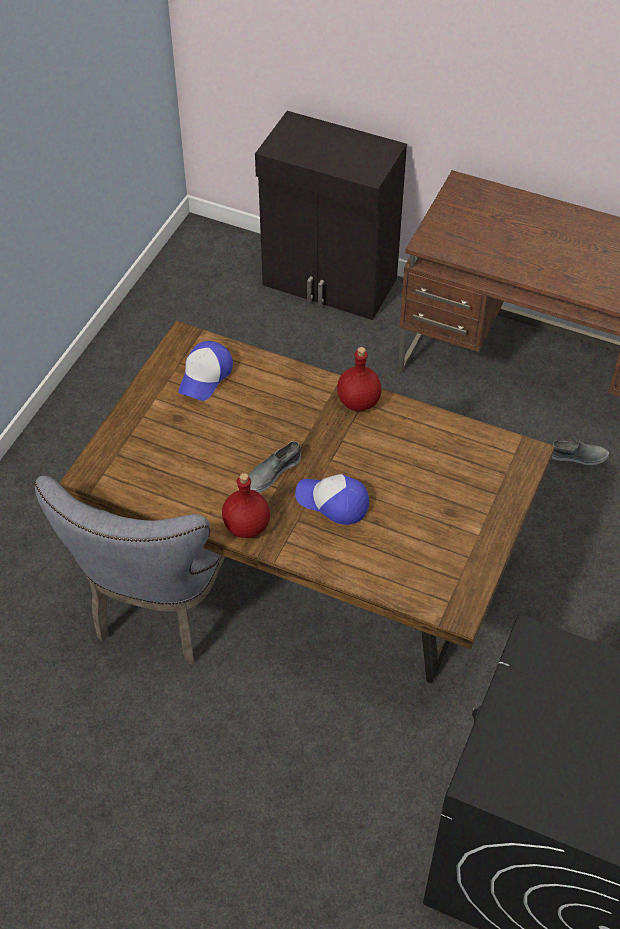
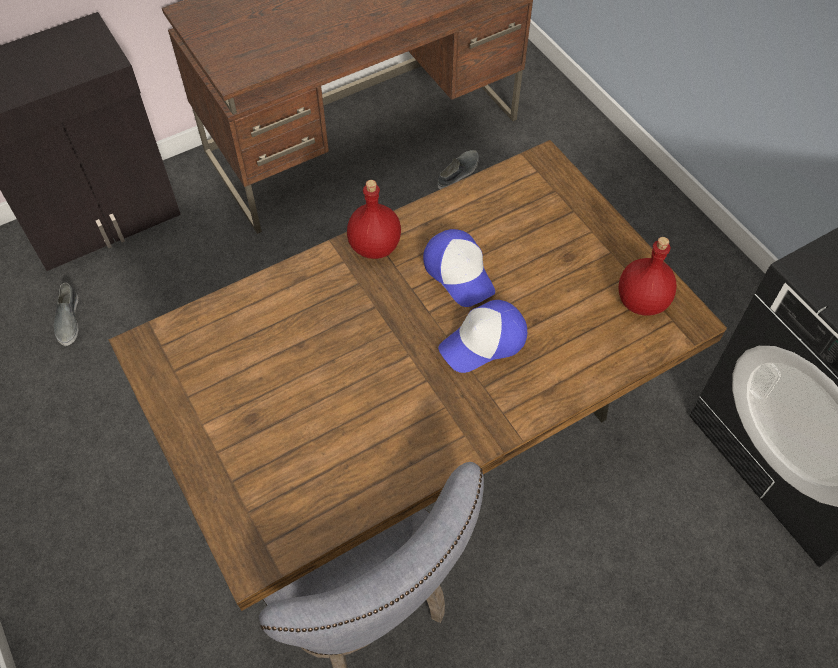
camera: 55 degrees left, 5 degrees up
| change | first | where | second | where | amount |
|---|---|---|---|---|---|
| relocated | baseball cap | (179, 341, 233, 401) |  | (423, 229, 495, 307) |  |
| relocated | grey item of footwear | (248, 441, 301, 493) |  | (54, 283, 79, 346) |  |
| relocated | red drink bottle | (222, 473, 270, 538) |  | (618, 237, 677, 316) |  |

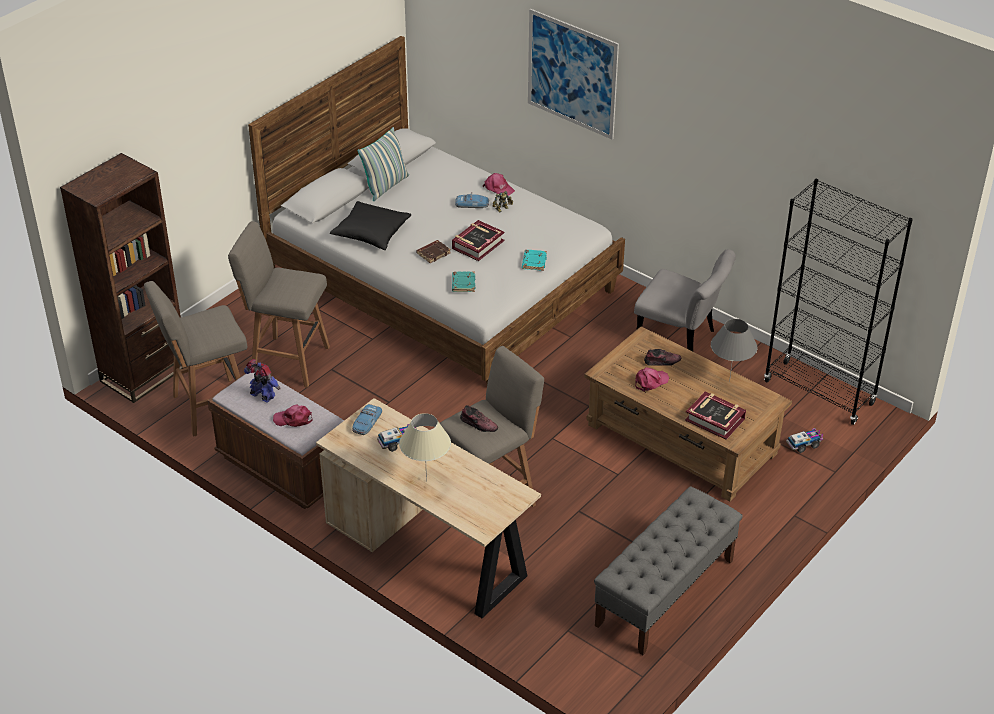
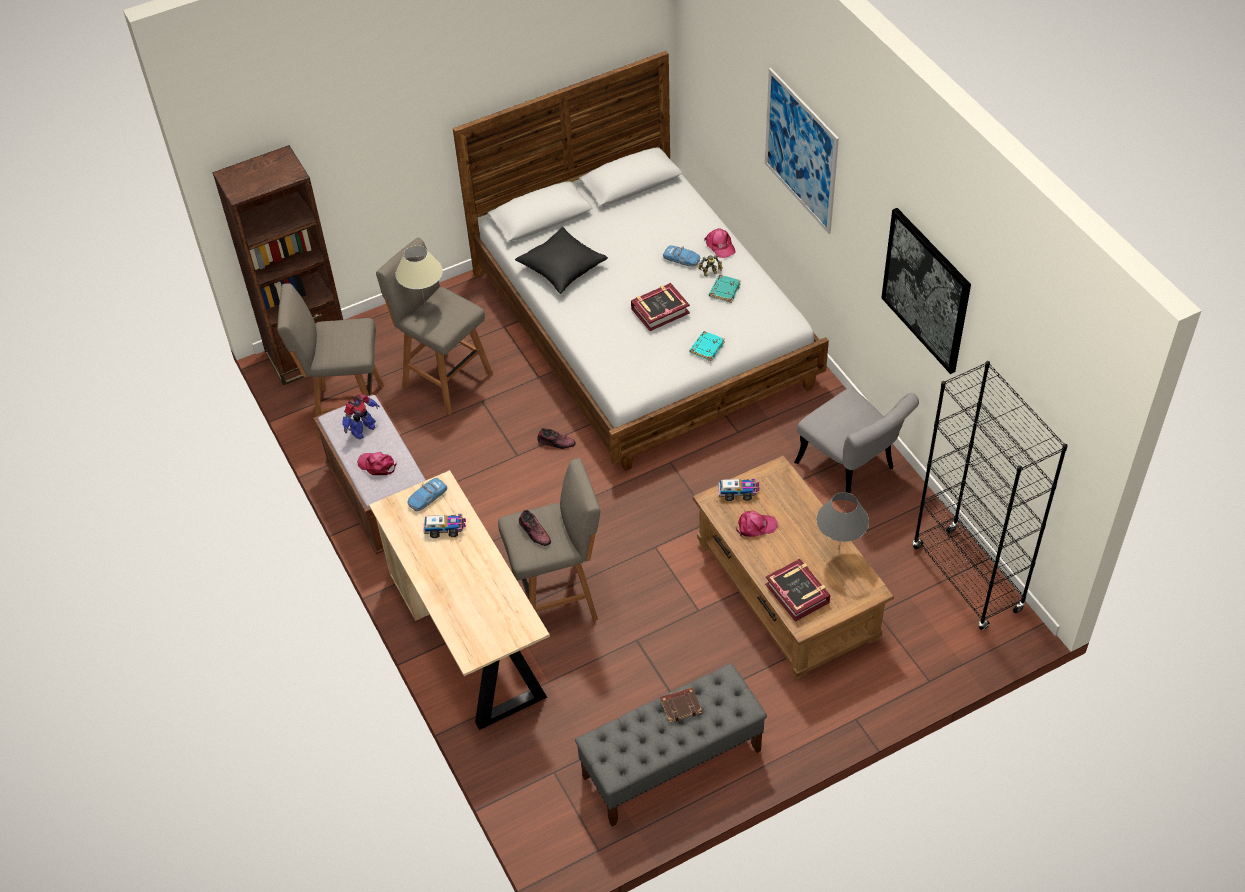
camera: 25 degrees right, 10 degrees up
| change | first | where | second | where | amount |
|---|---|---|---|---|---|
| missing | pillow | (357, 127, 409, 201) |  |  |  |
| relocated | brown bound book | (416, 240, 451, 263) |  | (660, 687, 702, 723) |  |
| relocated | turquoise-coloured bound book | (452, 272, 475, 292) |  | (709, 275, 741, 302) |  |
| relocated | item of footwear | (644, 349, 681, 366) |  | (537, 428, 576, 449) |  |
| spun | toy robot | (244, 359, 280, 403) |  | (343, 394, 380, 439) | 75 degrees clockwise |
| relocated | sand-coloured table lamp | (399, 413, 451, 481) |  | (395, 245, 443, 304) |  |
| relocated | toy lorry | (786, 428, 823, 453) |  | (718, 478, 759, 501) |  |
| appeared |  |  | wall picture | (881, 208, 971, 374) |  |

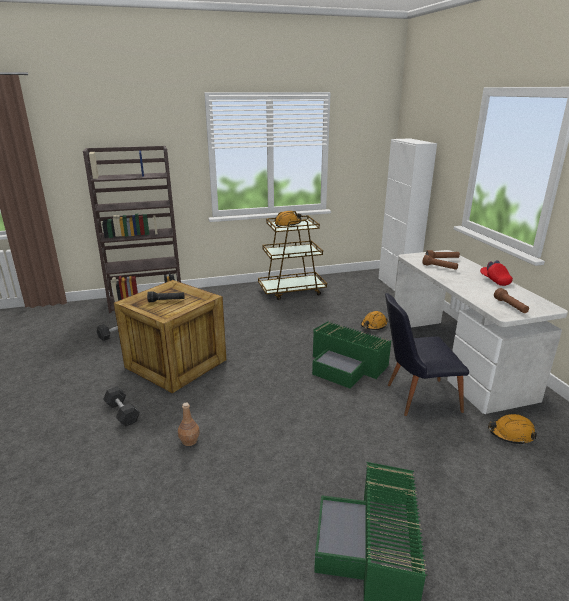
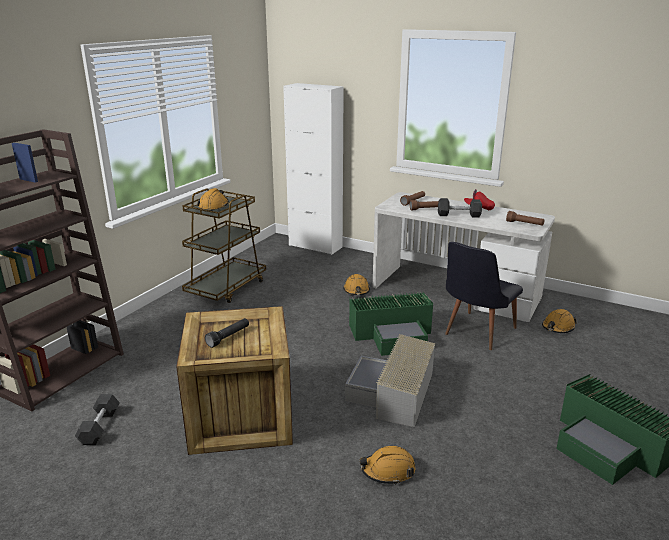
camera: 45 degrees left, 0 degrees up
| change | first | where | second | where | amount |
|---|---|---|---|---|---|
| relocated | black hand weight | (104, 386, 140, 426) |  | (438, 198, 482, 218) |  |
| exchanged | brown drink bottle | (178, 403, 200, 446) | orange safety helmet | (359, 446, 415, 485) |  |
| appeared |  |  | grey storage container | (345, 334, 436, 427) |  |

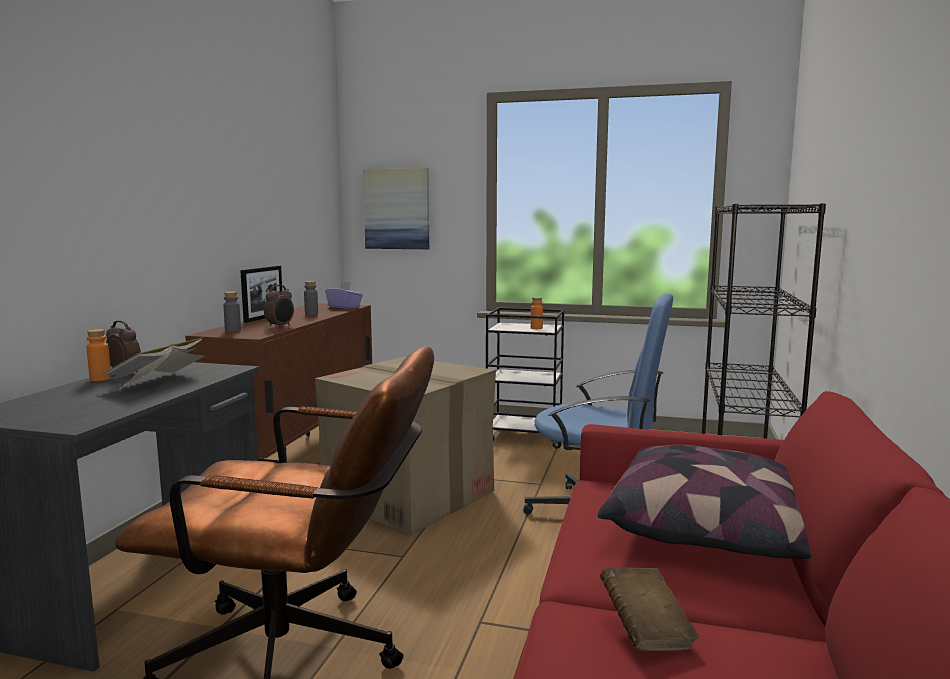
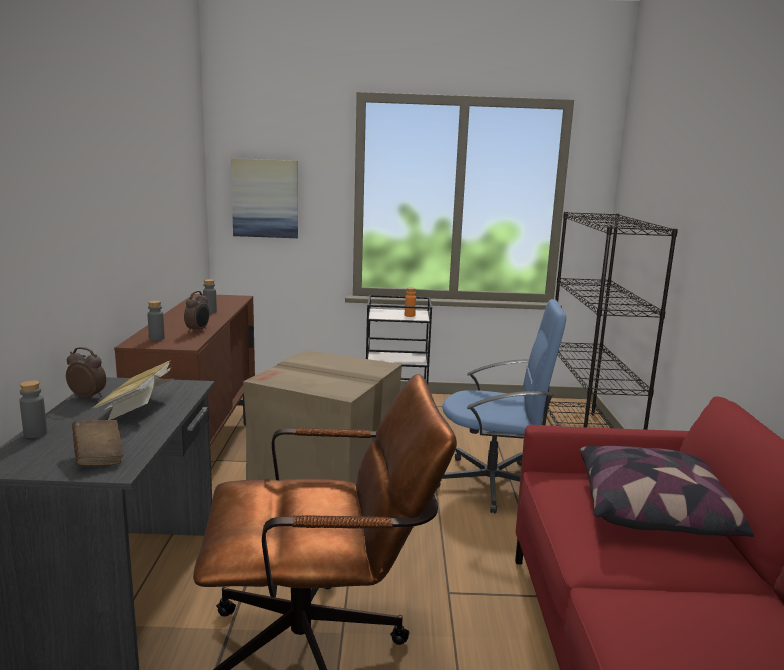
camera: 15 degrees left, 5 degrees up
| change | first | where | second | where | amount |
|---|---|---|---|---|---|
| missing | photo frame | (240, 266, 282, 323) |  |  |  |
| missing | purple tissue box | (325, 281, 363, 309) |  |  |  |
| missing | orange drink bottle | (86, 329, 111, 381) |  |  |  |
| relocated | brown bound book | (600, 567, 699, 651) |  | (72, 420, 124, 466) |  |
| appeared |  |  | grey drink bottle | (20, 380, 47, 438) |  |

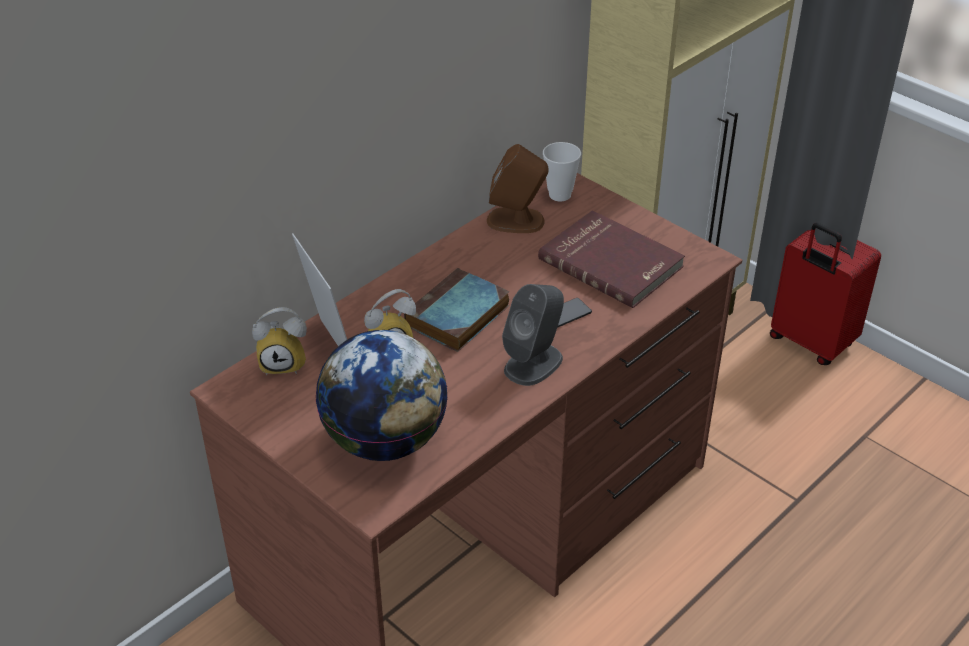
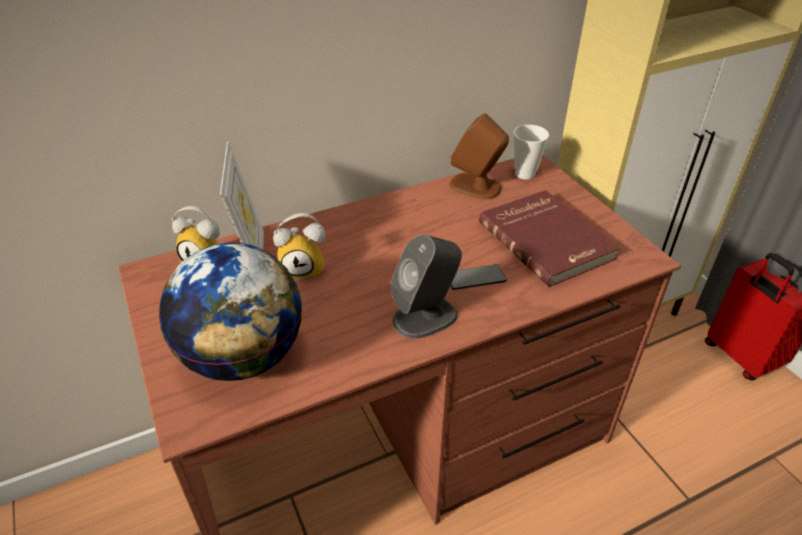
camera: 20 degrees right, 0 degrees up
| change | first | where | second | where | amount |
|---|---|---|---|---|---|
| missing | bound book | (404, 268, 510, 352) |  |  |  |

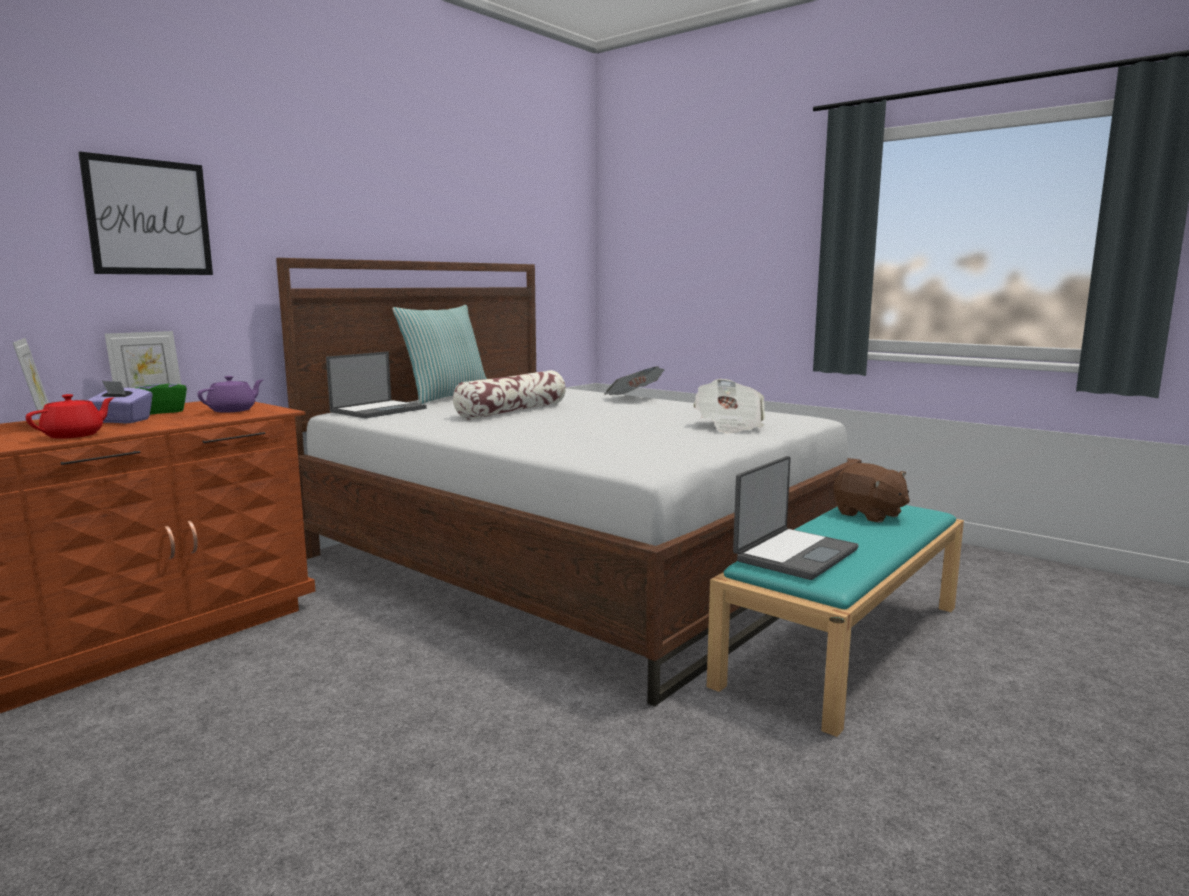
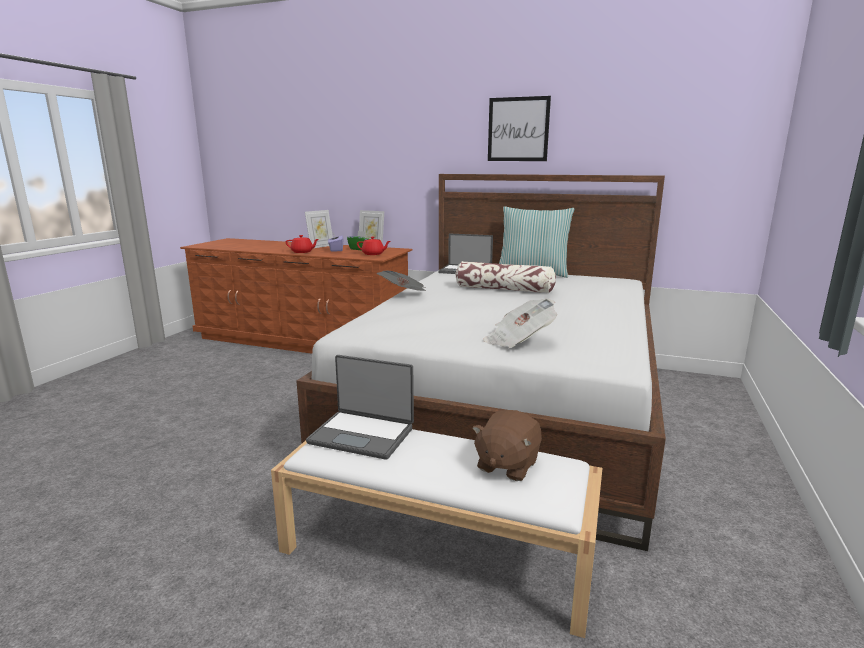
camera: 70 degrees right, 5 degrees up
| change | first | where | second | where | amount |
|---|---|---|---|---|---|
| relocated | wall picture | (78, 152, 213, 275) |  | (488, 96, 551, 161) |  |
| relocated | daily paper | (604, 366, 665, 395) |  | (377, 271, 426, 291) |  |
| colour | purple pot for tea | (197, 376, 264, 413) | red pot for tea | (357, 237, 390, 255) |  |
| colour | turquoise-coloured long seat | (707, 505, 964, 737) | white long seat | (271, 429, 602, 638) |  |

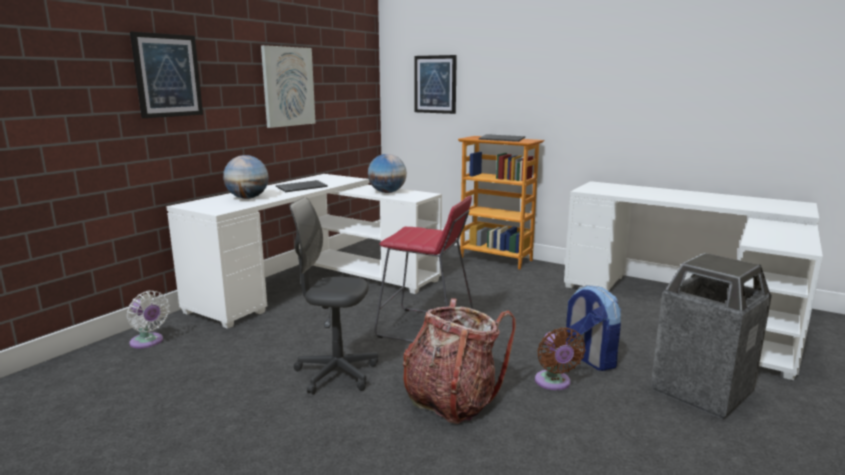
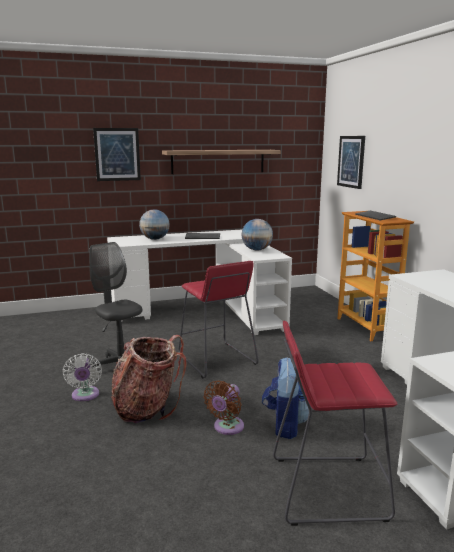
camera: 40 degrees right, 0 degrees up
| change | first | where | second | where | amount |
|---|---|---|---|---|---|
| exchanged | wall picture | (261, 45, 316, 128) | bracket shelf | (162, 150, 281, 174) |  |
| exchanged | waste bin | (651, 253, 772, 419) | red stool seat | (273, 321, 397, 526) |  |
| relocated | white electric fan | (127, 291, 170, 348) |  | (63, 354, 102, 401) |  |

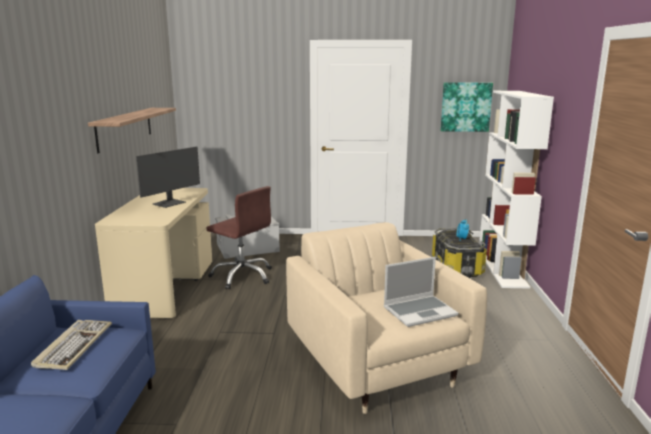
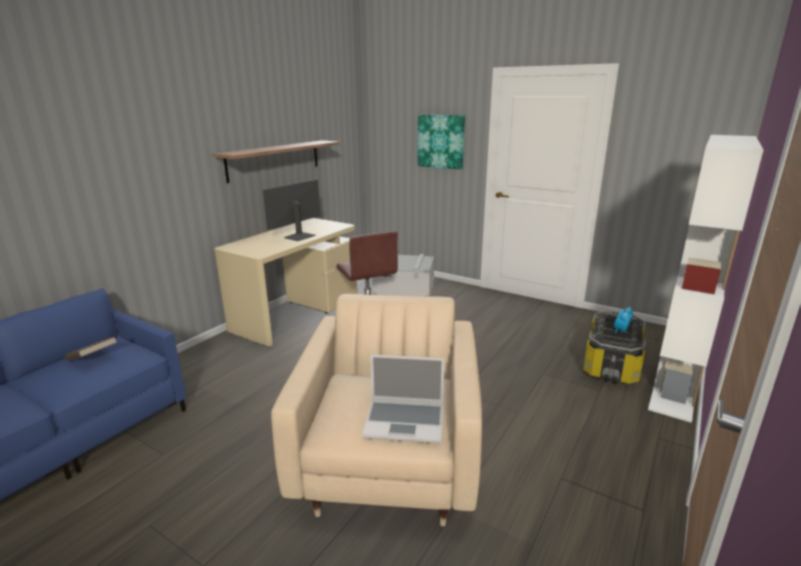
camera: 30 degrees right, 5 degrees up
| change | first | where | second | where | amount |
|---|---|---|---|---|---|
| relocated | wall picture | (440, 82, 493, 132) |  | (418, 115, 465, 170) |  |
| spun | computer display | (136, 147, 200, 208) |  | (263, 179, 320, 241) | 150 degrees clockwise |
| exchanged | computer keyboard | (31, 320, 112, 370) | brown bound book | (65, 336, 118, 361) |  |

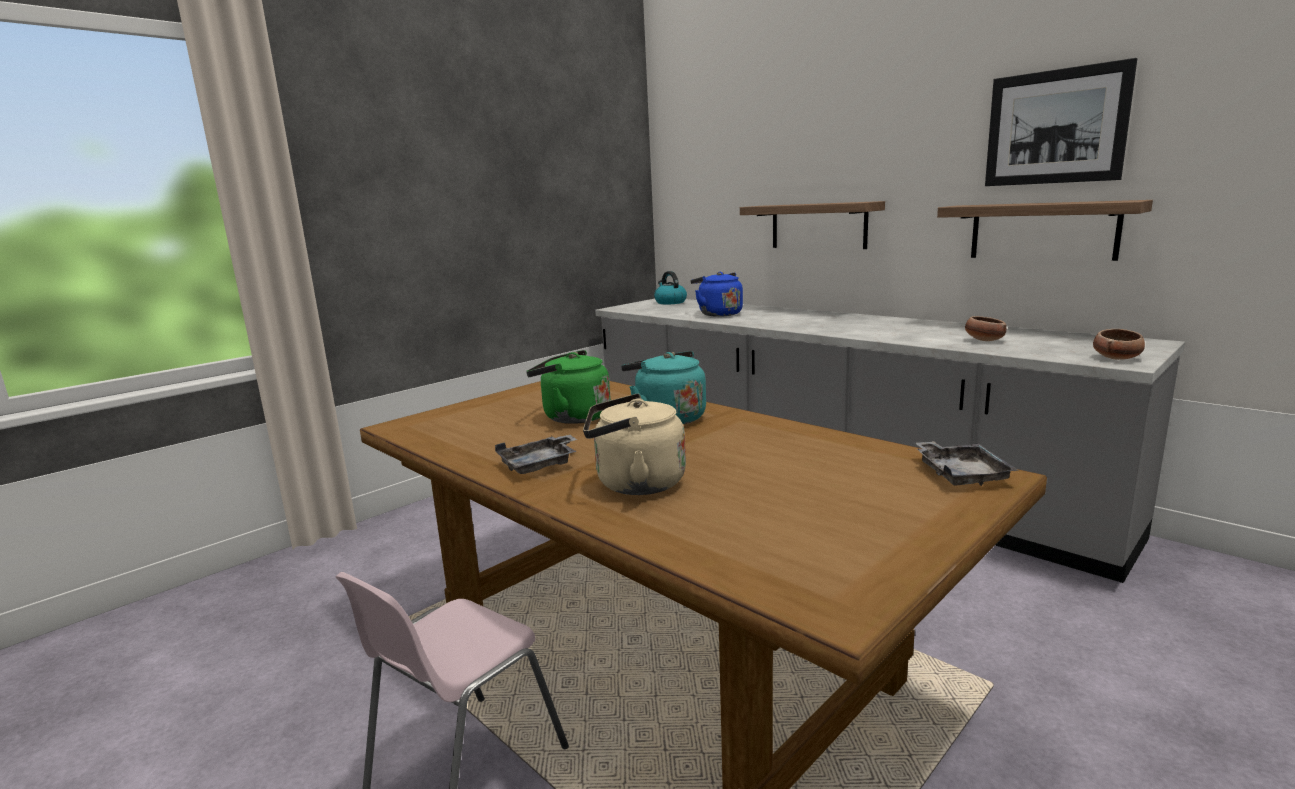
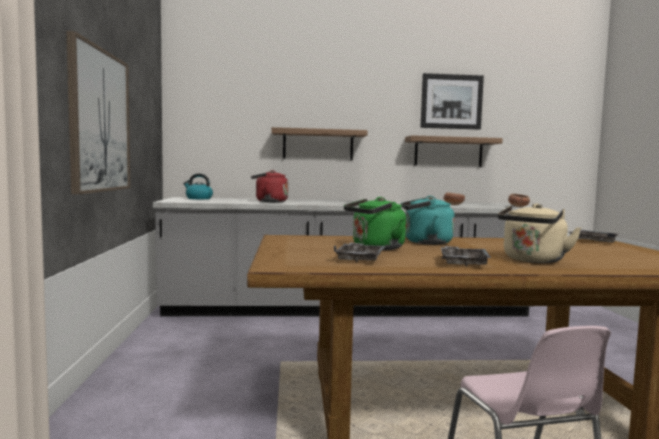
camera: 50 degrees left, 10 degrees down
| change | first | where | second | where | amount |
|---|---|---|---|---|---|
| colour | blue water kettle | (690, 272, 743, 317) | red water kettle | (251, 170, 288, 202) |  |
| appeared |  |  | wall picture | (66, 31, 130, 195) |  |
| appeared |  |  | grey serving tray | (334, 242, 385, 262) |  |

